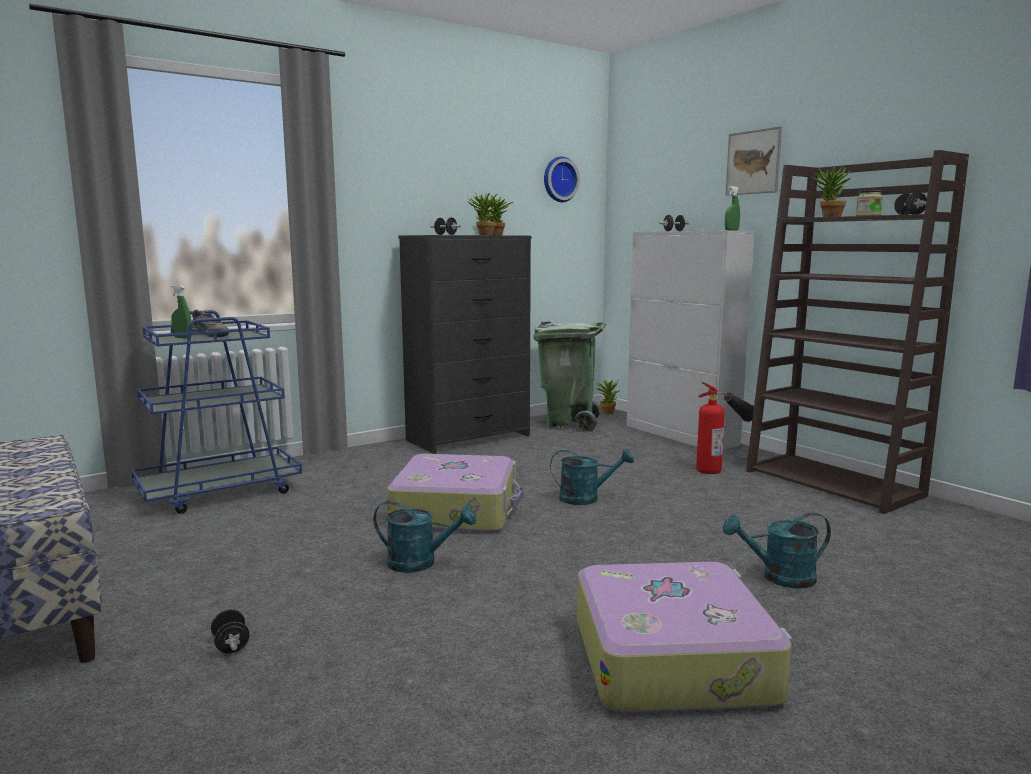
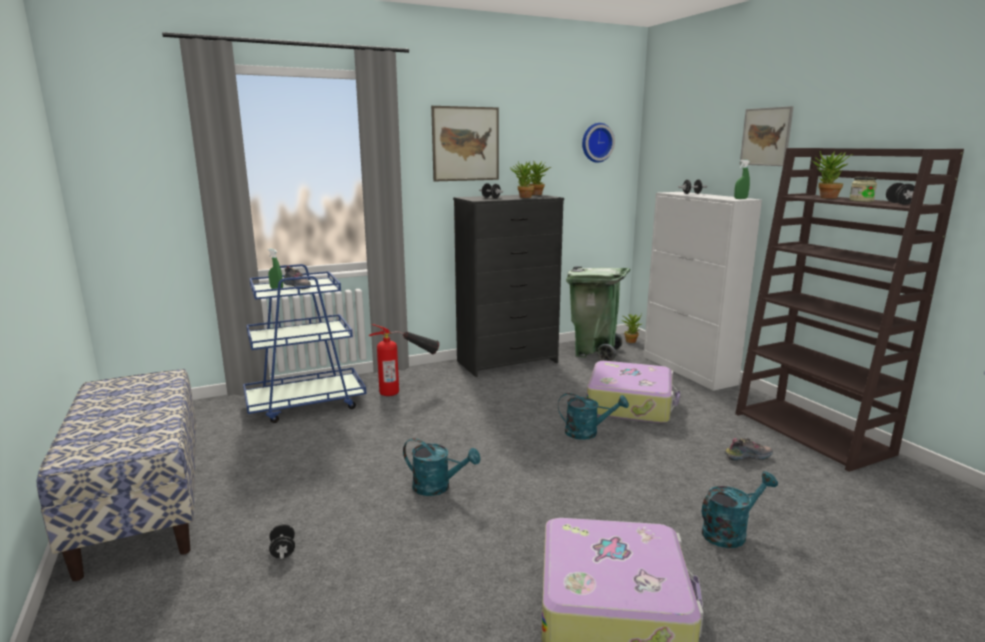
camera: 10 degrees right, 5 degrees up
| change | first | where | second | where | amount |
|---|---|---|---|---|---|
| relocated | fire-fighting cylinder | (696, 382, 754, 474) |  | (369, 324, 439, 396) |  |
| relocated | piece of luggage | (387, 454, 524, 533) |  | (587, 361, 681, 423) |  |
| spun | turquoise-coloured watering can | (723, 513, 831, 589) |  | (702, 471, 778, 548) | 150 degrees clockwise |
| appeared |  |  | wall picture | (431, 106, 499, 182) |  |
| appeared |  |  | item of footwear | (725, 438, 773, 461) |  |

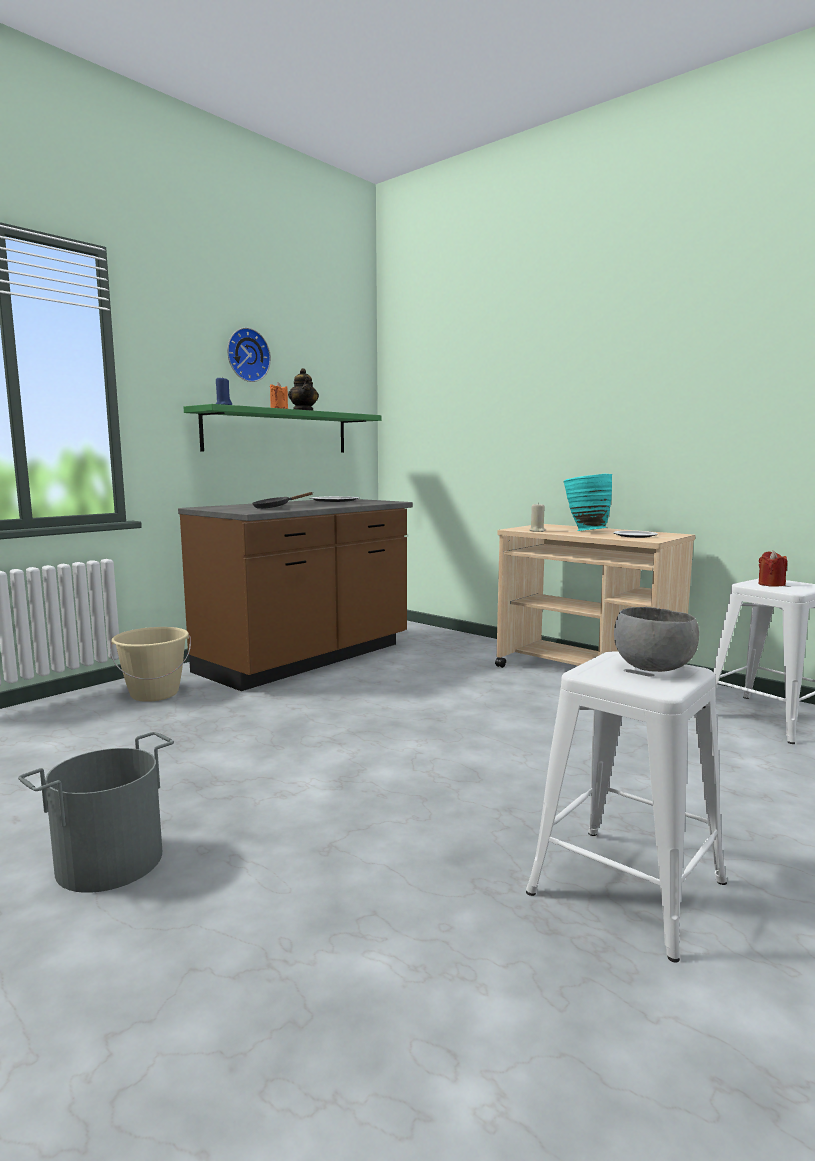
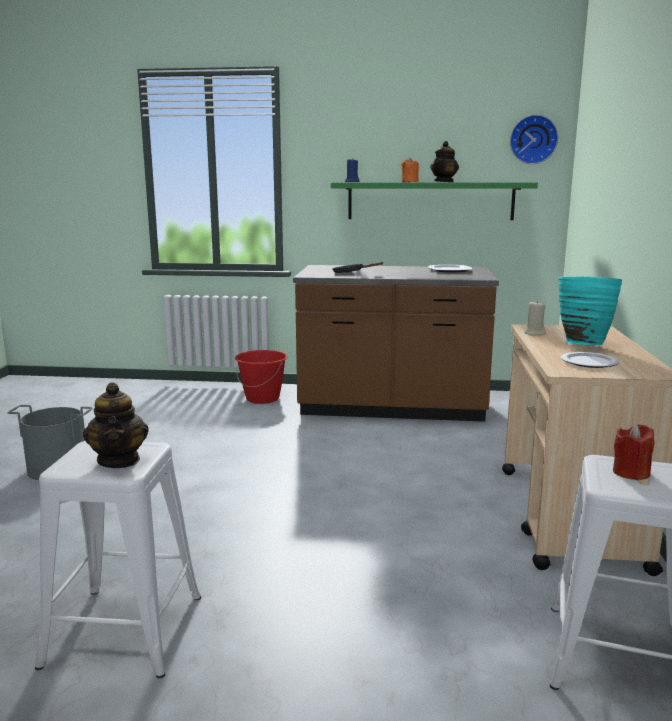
camera: 55 degrees right, 5 degrees up
| change | first | where | second | where | amount |
|---|---|---|---|---|---|
| relocated | clock on the wall | (227, 328, 271, 382) |  | (510, 115, 558, 164) |  |
| exchanged | grey deep dish | (614, 607, 699, 672) | pot for tea | (83, 382, 149, 468) |  |
| colour | sand-coloured bucket | (110, 627, 191, 702) | red bucket | (235, 350, 288, 404) |  |

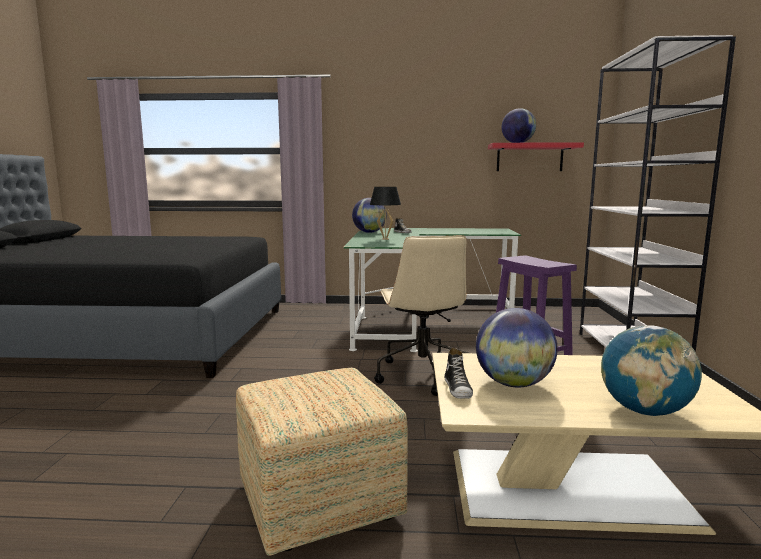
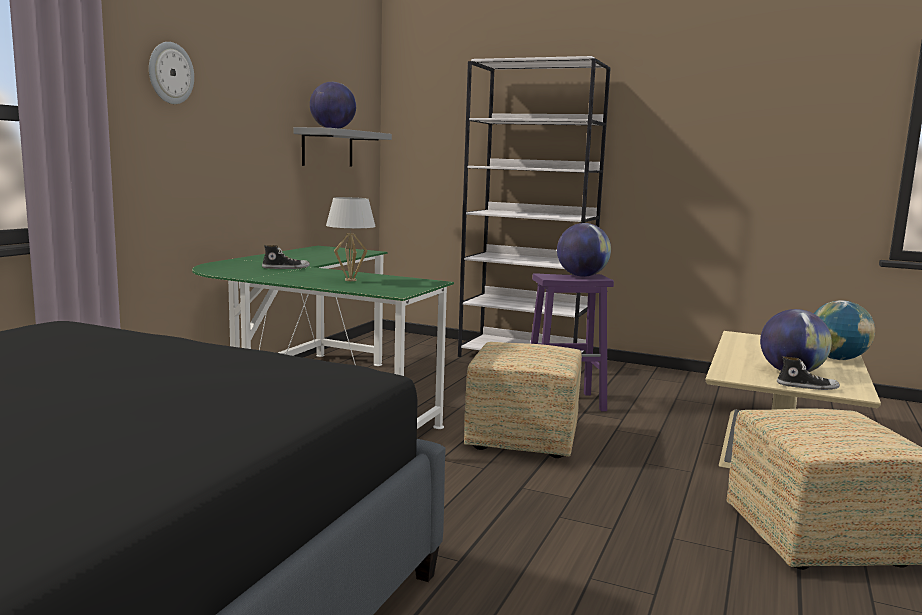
camera: 70 degrees left, 0 degrees up
| change | first | where | second | where | amount |
|---|---|---|---|---|---|
| colour | red bracket shelf | (488, 142, 584, 171) | grey bracket shelf | (293, 127, 392, 167) |  |
| colour | black table lamp | (370, 187, 401, 240) | white table lamp | (326, 197, 376, 281) |  |
| relocated | desk globe | (352, 198, 387, 233) |  | (557, 223, 611, 277) |  |
| exchanged | sand-coloured office chair | (374, 235, 470, 396) | ottoman | (464, 342, 582, 458) |  |
| appeared |  |  | clock on the wall | (149, 42, 194, 104) |  |

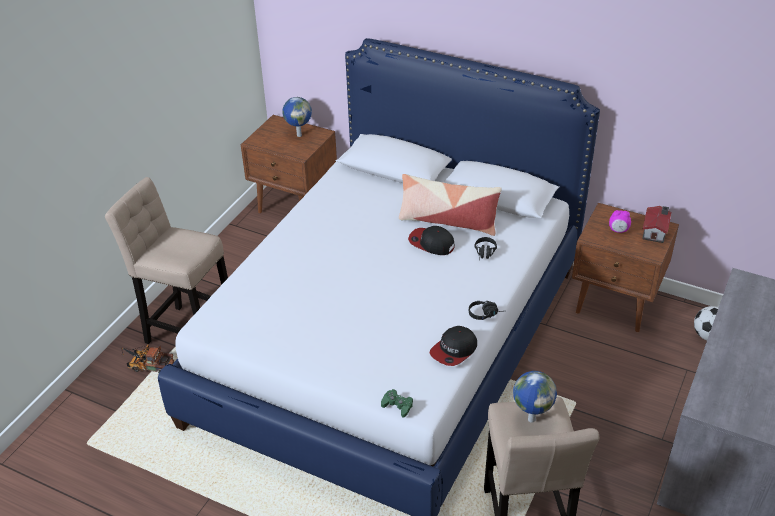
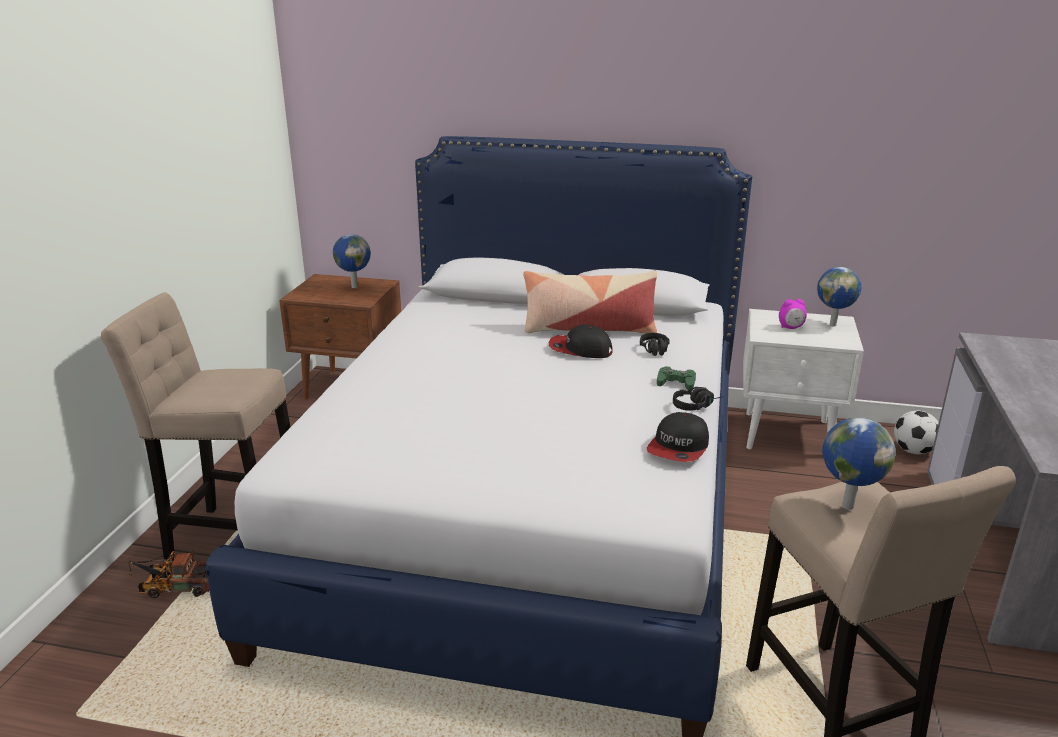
camera: 15 degrees left, 15 degrees down
| change | first | where | second | where | amount |
|---|---|---|---|---|---|
| colour | brown bedside table | (572, 203, 679, 332) | white bedside table | (743, 309, 864, 449) |  |
| exchanged | toy house | (642, 206, 671, 243) | desk globe | (817, 267, 861, 327) |  |
| relocated | green joypad | (381, 389, 413, 417) |  | (657, 366, 696, 390) |  |

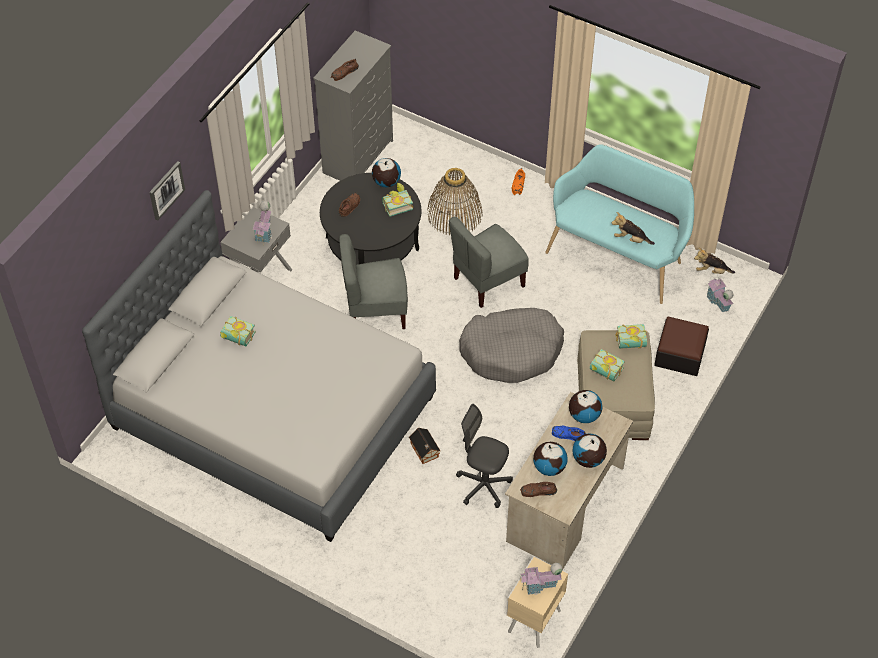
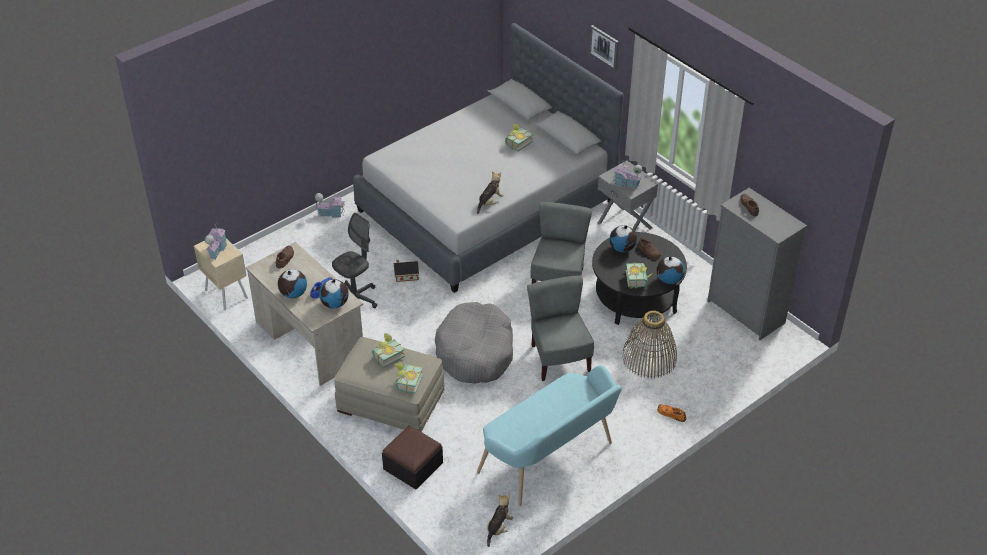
camera: 110 degrees right, 10 degrees down
| change | first | where | second | where | amount |
|---|---|---|---|---|---|
| relocated | plush toy | (612, 212, 655, 245) |  | (477, 172, 504, 214) |  |
| relocated | toy house | (707, 276, 734, 312) |  | (315, 192, 345, 218) |  |
| relocated | desk globe | (533, 442, 568, 476) |  | (609, 225, 637, 252) |  |

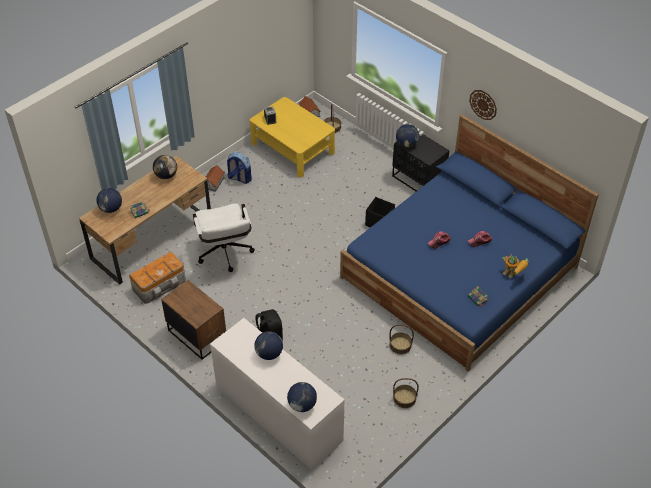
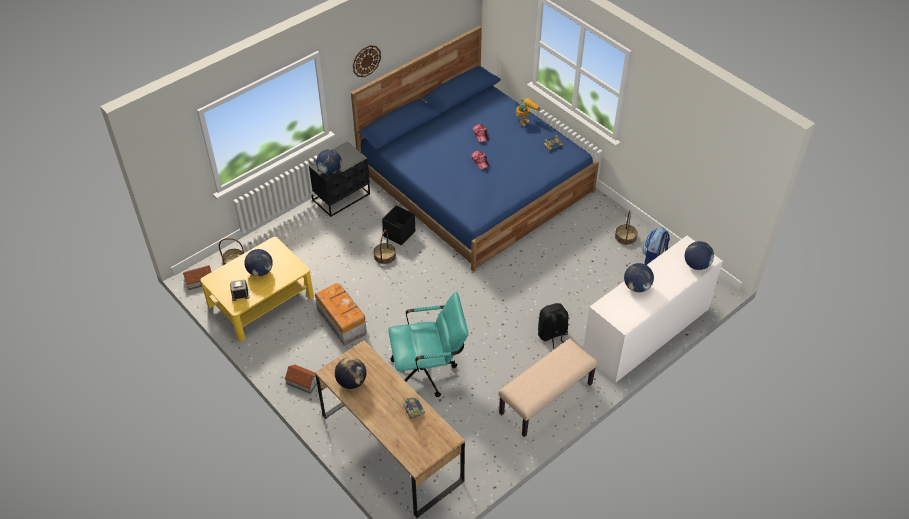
camera: 85 degrees left, 0 degrees up
| change | first | where | second | where | amount |
|---|---|---|---|---|---|
| relocated | knapsack | (227, 152, 252, 184) |  | (642, 227, 670, 265) |  |
| relocated | desk globe | (96, 188, 122, 213) |  | (244, 249, 273, 277) |  |
| colour | white office chair | (193, 203, 255, 272) | turquoise-coloured office chair | (388, 292, 468, 397) |  |
| relocated | storage container | (129, 251, 186, 304) |  | (315, 283, 367, 346) |  |
| exchanged | brown bedside table | (161, 280, 226, 360) | sand-coloured long seat | (498, 339, 598, 437) |  |
| relocated | household basket | (390, 324, 414, 355) |  | (374, 229, 396, 264) |  |

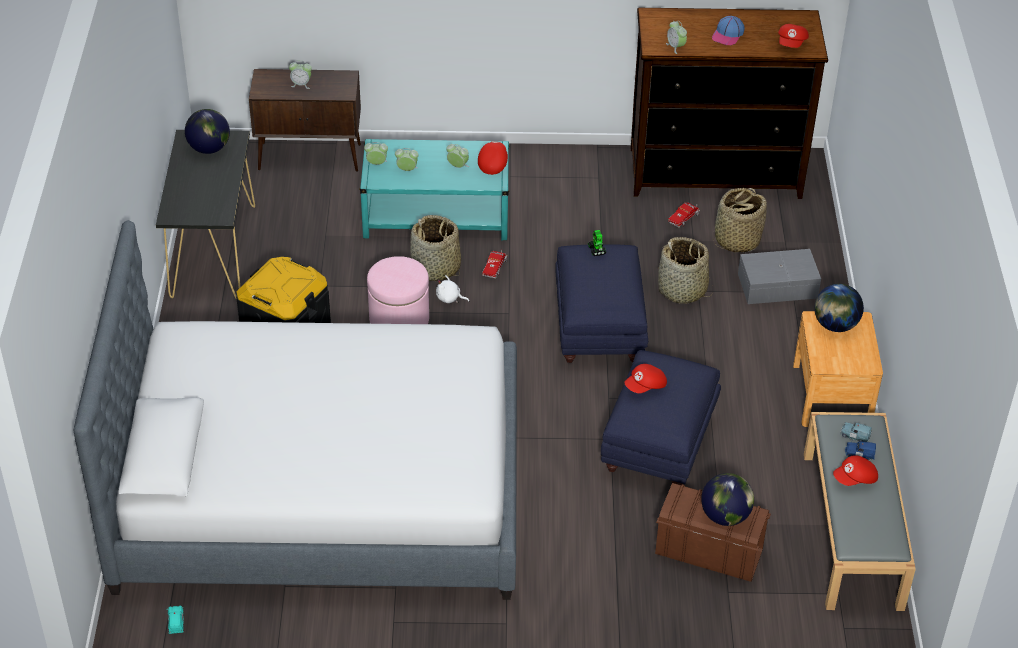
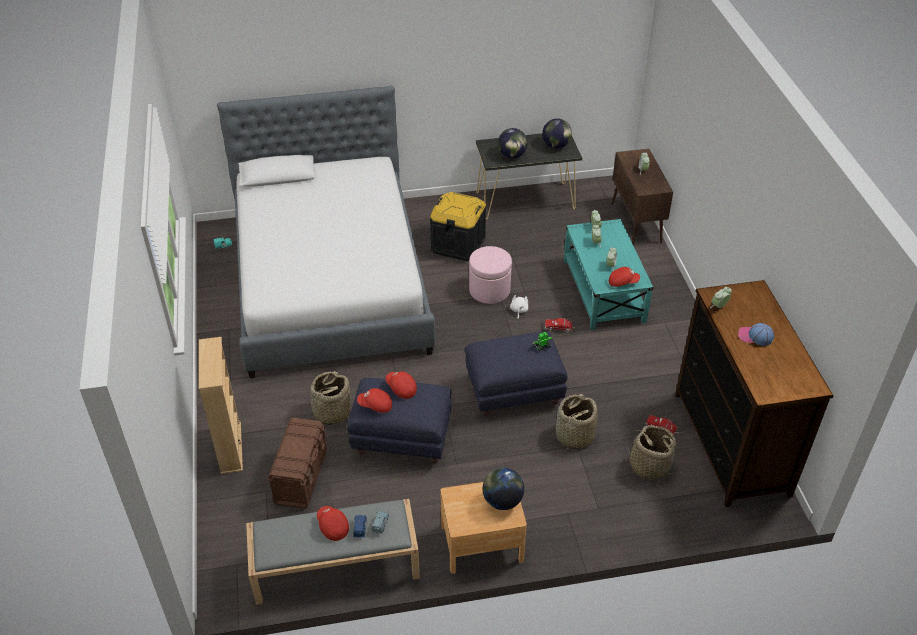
camera: 80 degrees right, 0 degrees up
| change | first | where | second | where | amount |
|---|---|---|---|---|---|
| relocated | red baseball cap | (778, 24, 809, 48) |  | (357, 388, 392, 413) |  |
| relocated | household basket | (410, 215, 461, 281) |  | (310, 371, 351, 425) |  |
| missing | grey storage container | (738, 249, 821, 304) |  |  |  |
| relocated | desk globe | (701, 473, 754, 526) |  | (498, 128, 527, 158) |  |
| appeared |  |  | sand-coloured bookshelf | (199, 337, 243, 474) |  |

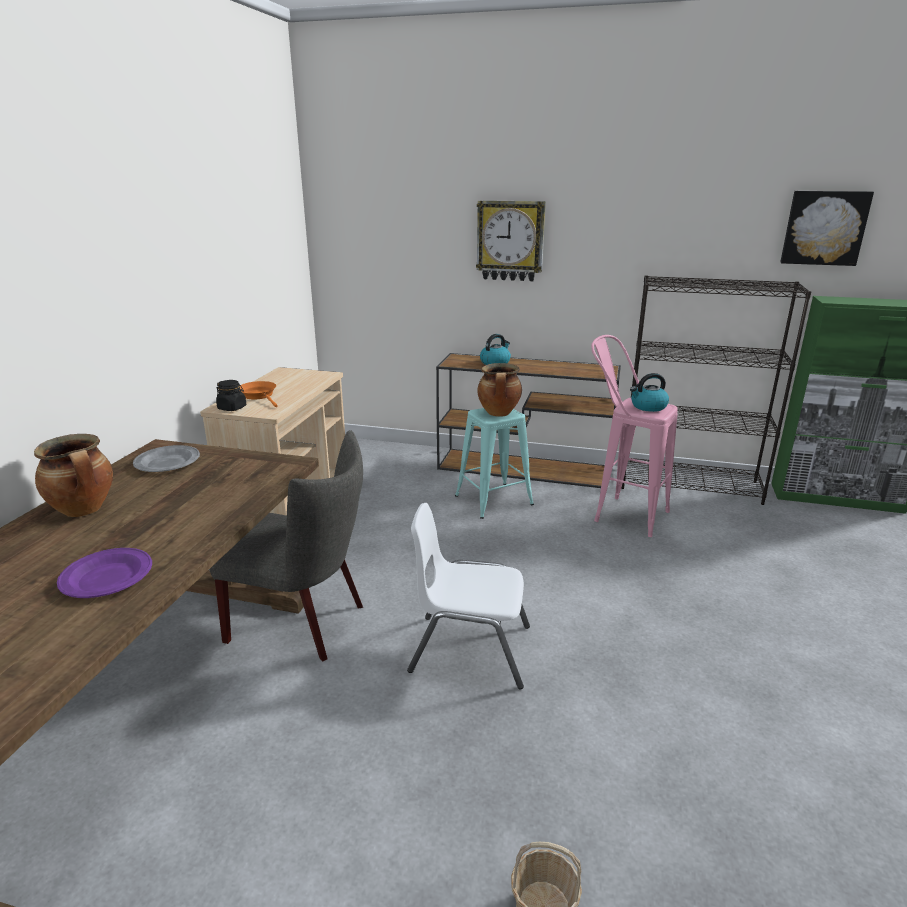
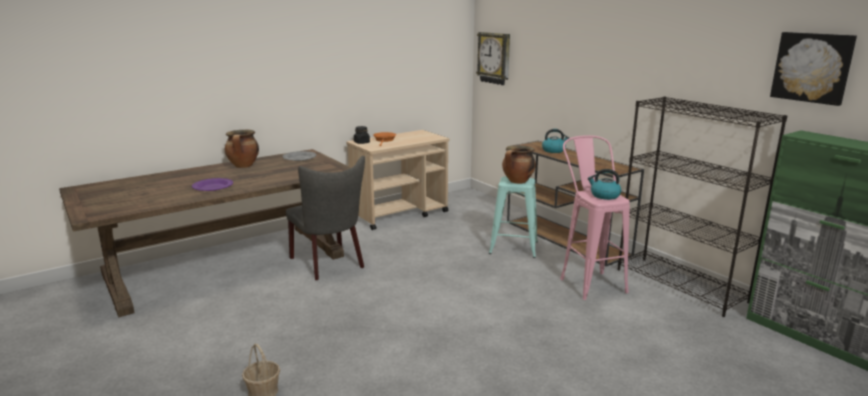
camera: 40 degrees right, 5 degrees down
| change | first | where | second | where | amount |
|---|---|---|---|---|---|
| relocated | clock on the wall | (476, 200, 546, 281) |  | (476, 32, 510, 85) |  |
| missing | white plain chair | (407, 503, 530, 689) |  |  |  |

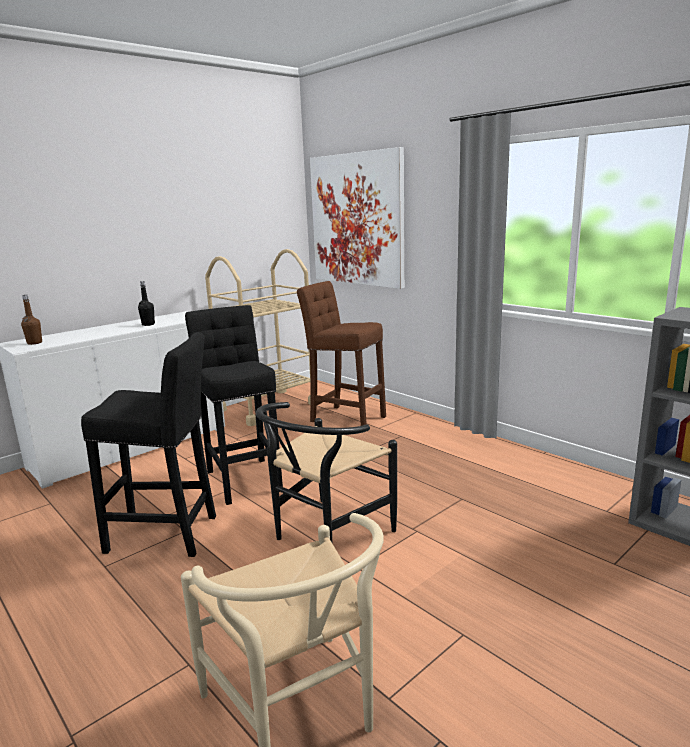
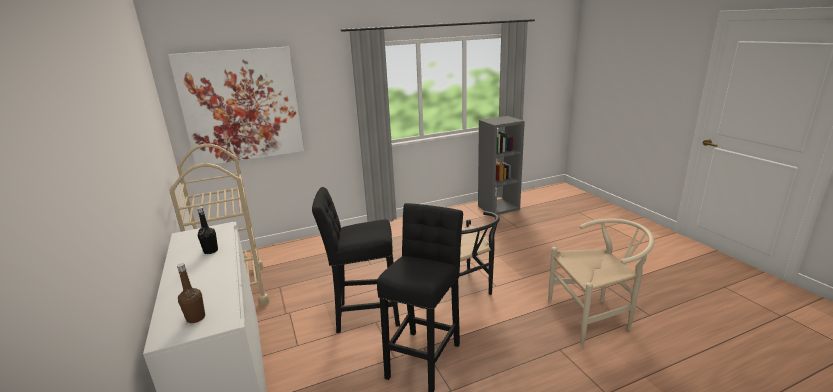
camera: 70 degrees left, 5 degrees up
| change | first | where | second | where | amount |
|---|---|---|---|---|---|
| missing | brown stool seat | (297, 281, 386, 426) |  |  |  |

